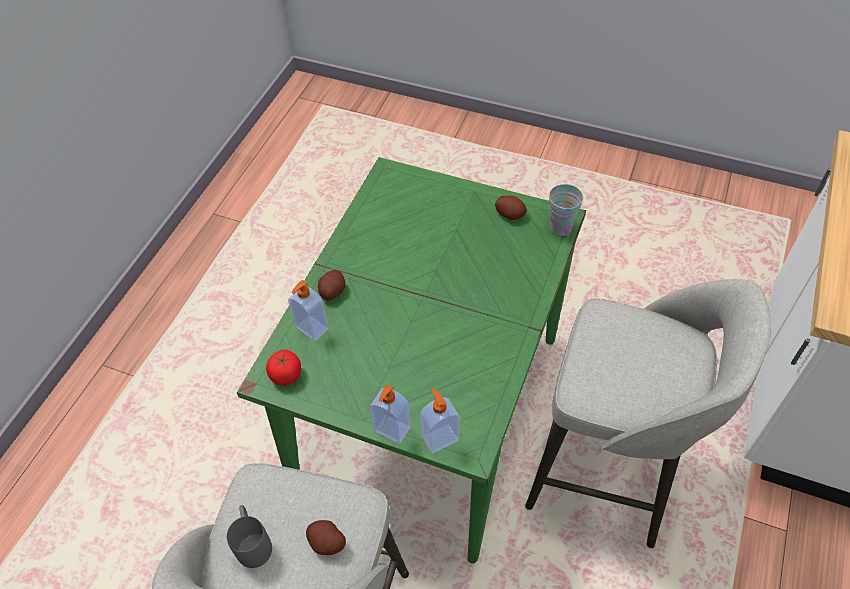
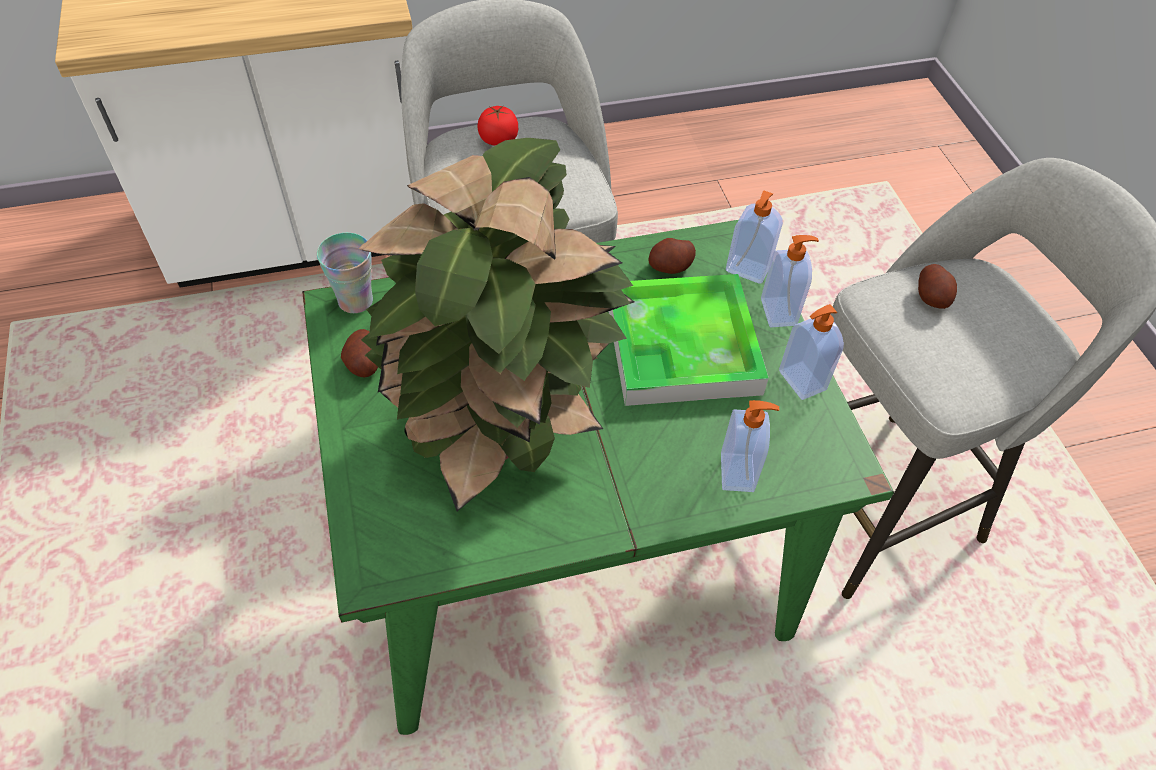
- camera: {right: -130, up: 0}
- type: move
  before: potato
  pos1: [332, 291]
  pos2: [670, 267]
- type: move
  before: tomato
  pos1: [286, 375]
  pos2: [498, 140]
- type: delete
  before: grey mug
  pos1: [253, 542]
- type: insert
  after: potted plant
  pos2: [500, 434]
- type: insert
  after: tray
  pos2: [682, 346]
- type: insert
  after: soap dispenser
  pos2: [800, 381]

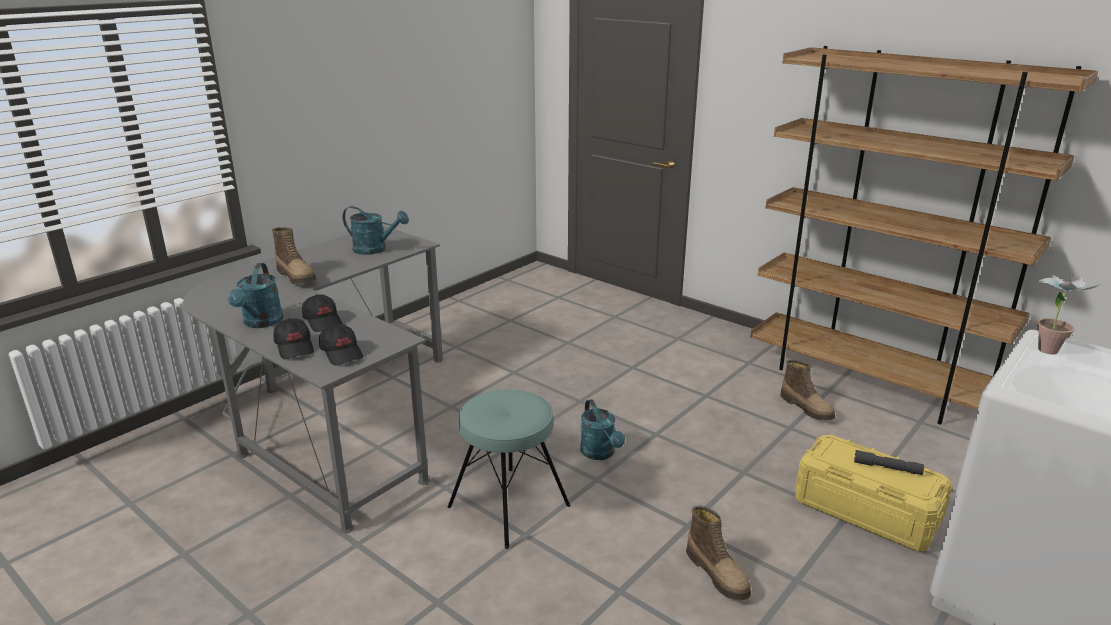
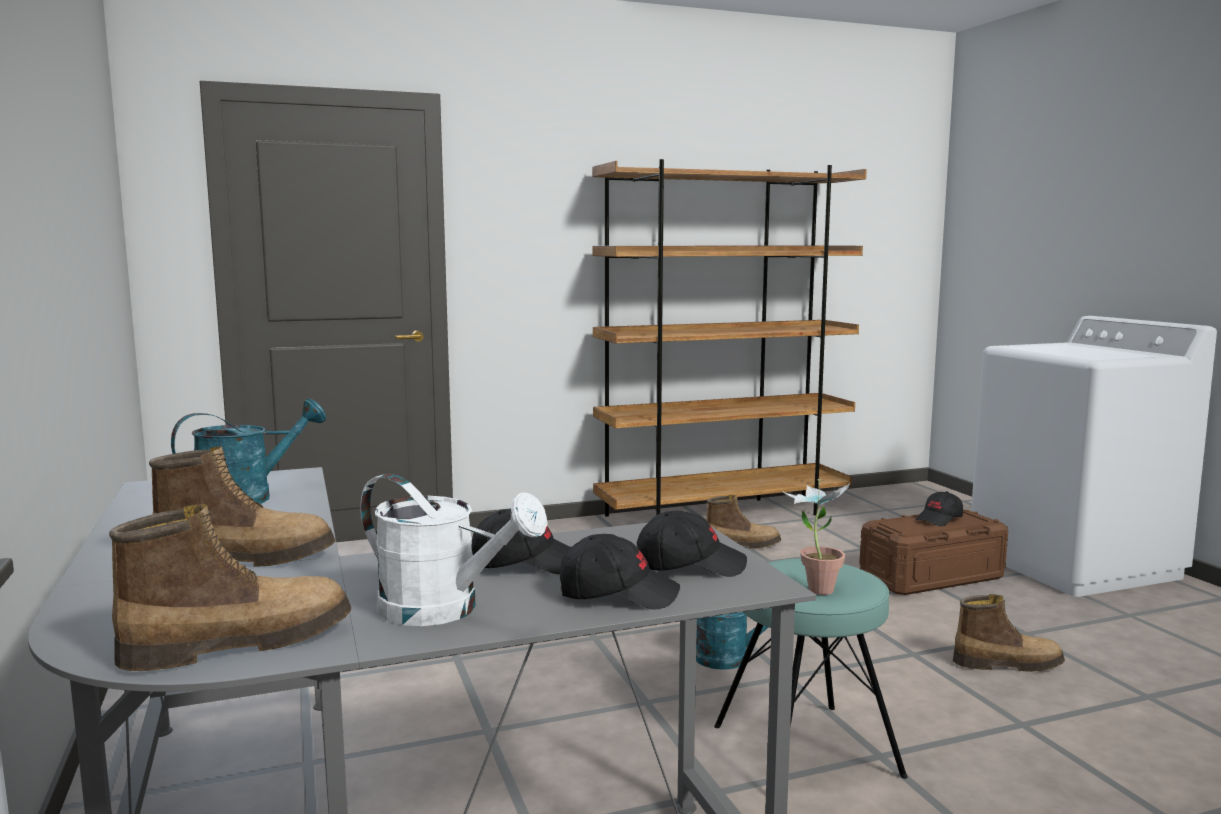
- camera: {right: -60, up: -15}
- type: recolor
  before: turquoise watering can
  after: white watering can
  pos1: [261, 323]
  pos2: [444, 610]
- type: move
  before: potted plant
  pos1: [1049, 347]
  pos2: [815, 587]
- type: recolor
  before: yellow storage box
  after: brown storage box
  pos1: [866, 512]
  pos2: [932, 576]
- type: replace
  before: grey flashlight
  after: black cap
  pos1: [887, 468]
  pos2: [939, 519]
- type: insert
  after: boot
  pos2: [239, 643]

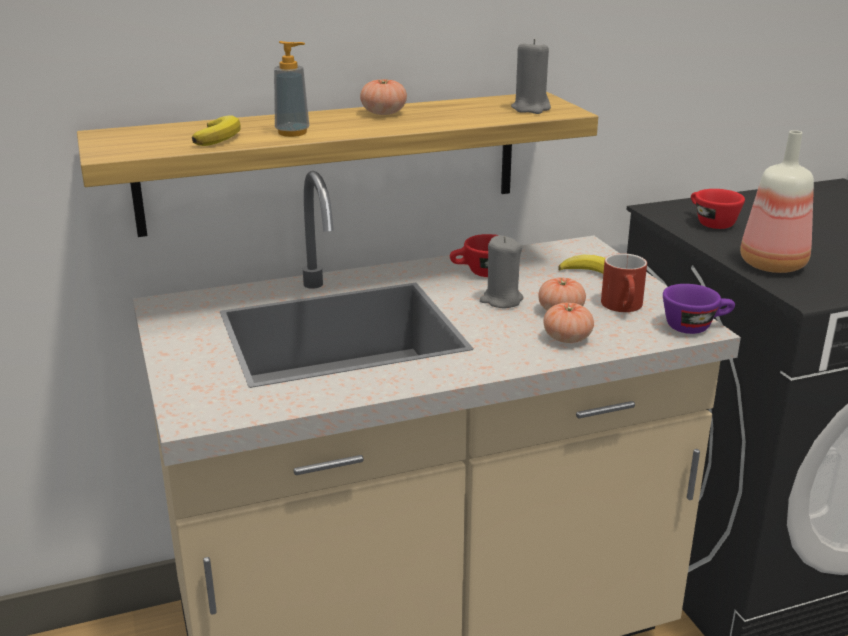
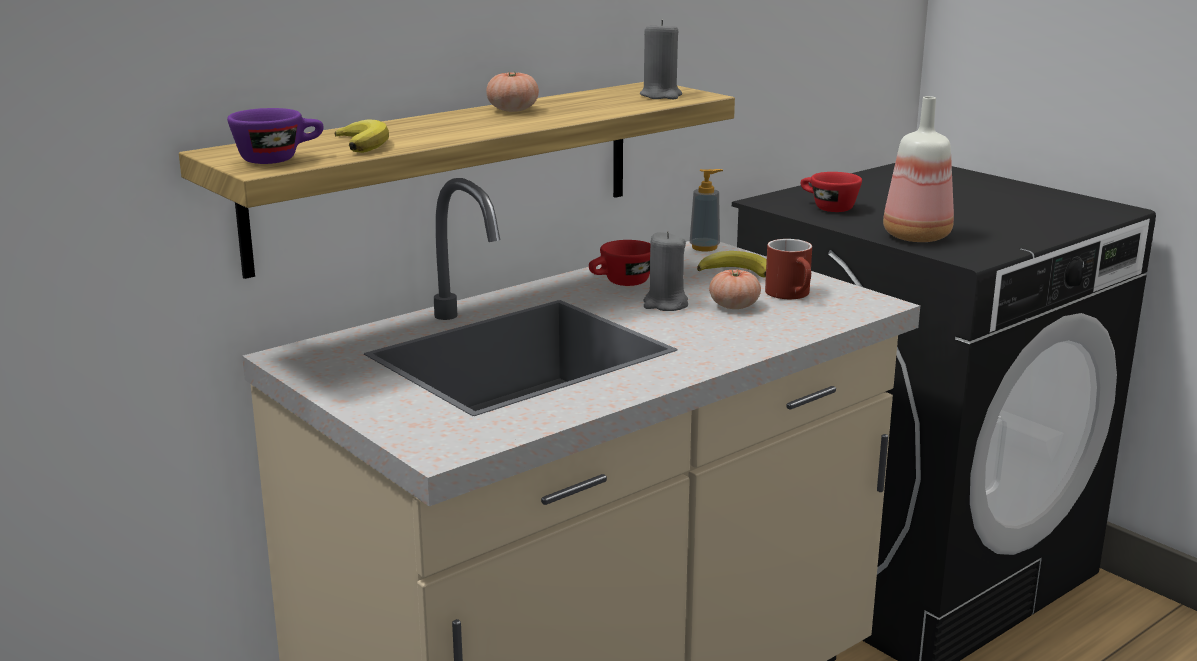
- camera: {right: -20, up: -5}
- type: move
  before: soap dispenser
  pos1: [292, 133]
  pos2: [704, 247]
- type: move
  before: purple cup
  pos1: [695, 326]
  pos2: [279, 159]
- type: delete
  before: tomato
  pos1: [567, 338]

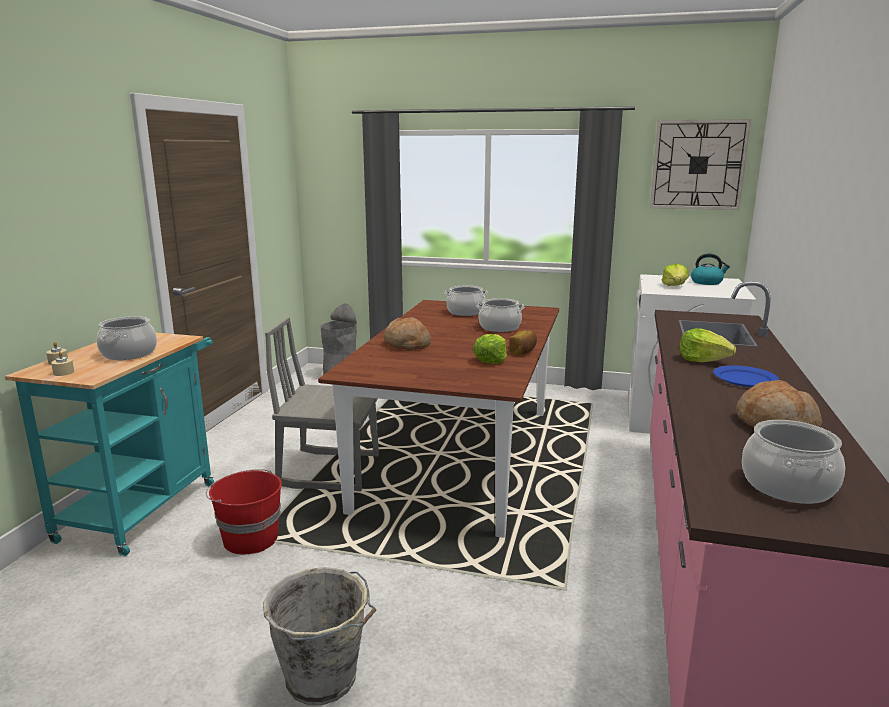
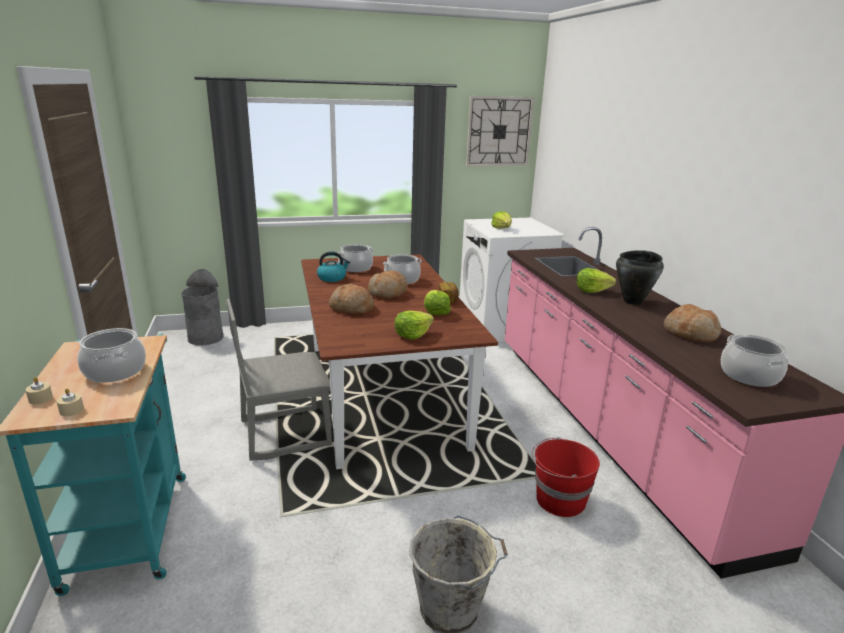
- camera: {right: -30, up: 5}
- type: move
  before: kettle
  pos1: [707, 282]
  pos2: [332, 278]
- type: replace
  before: blue plate
  after: black cooking pot
  pos1: [745, 379]
  pos2: [633, 301]
- type: move
  before: red bucket
  pos1: [249, 538]
  pos2: [559, 500]
- type: insert
  after: bread
  pos2: [388, 293]
- type: insert
  after: lettuce
  pos2: [412, 334]

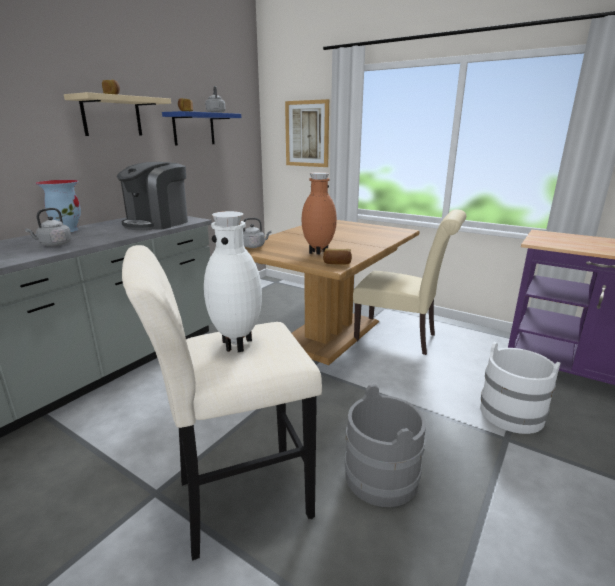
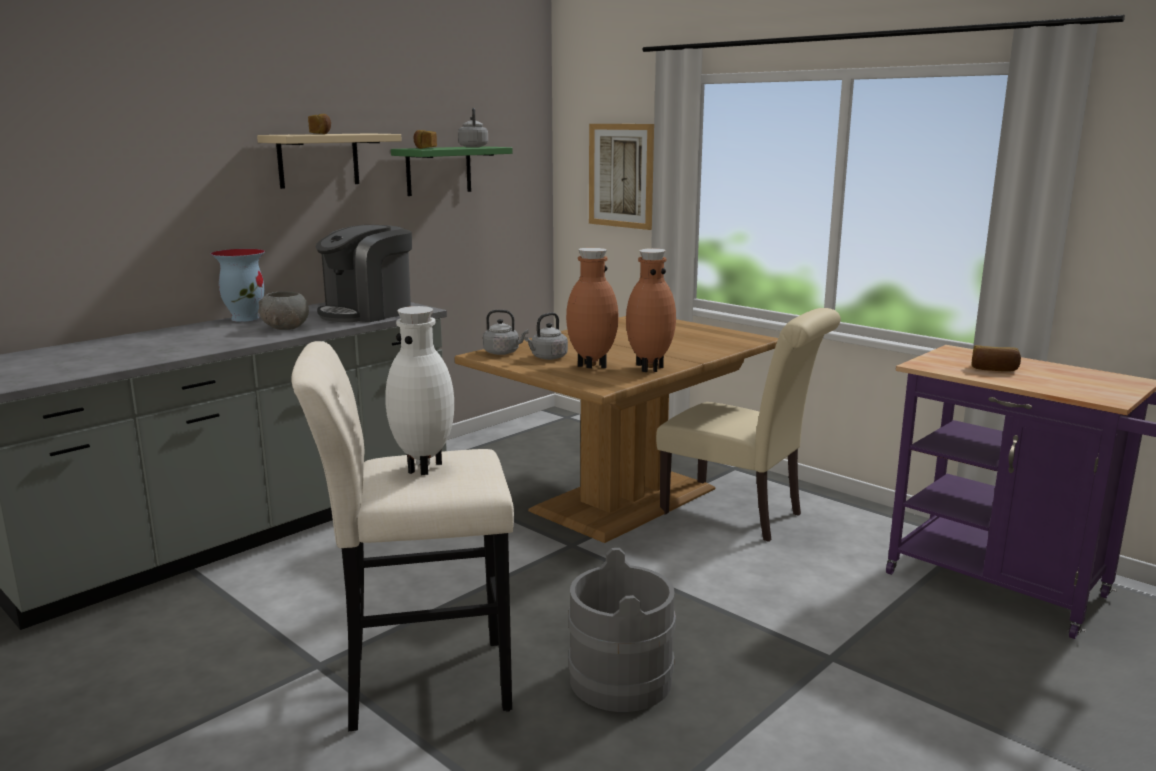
- camera: {right: 10, up: -5}
- type: recolor
  before: blue shelf
  after: green shelf
  pos1: [193, 129]
  pos2: [438, 170]
- type: move
  before: grey kettle
  pos1: [54, 244]
  pos2: [547, 358]
- type: move
  before: bread
  pos1: [337, 263]
  pos2: [993, 369]
- type: delete
  before: white bucket
  pos1: [512, 413]
- type: insert
  after: brown vase
  pos2: [648, 368]
- type: insert
  after: grey bowl
  pos2: [286, 328]

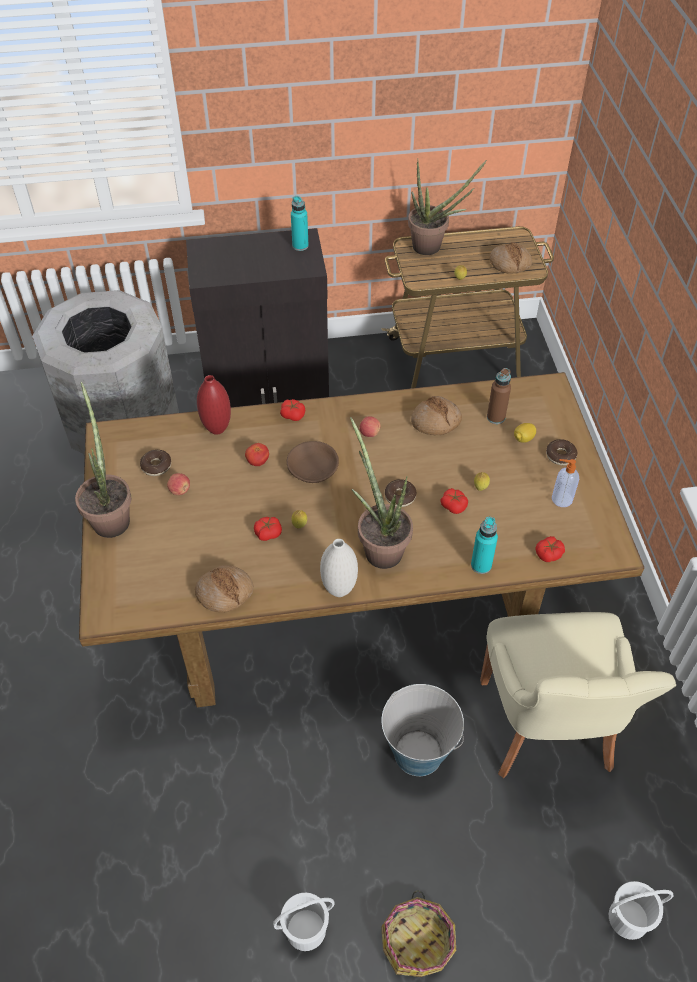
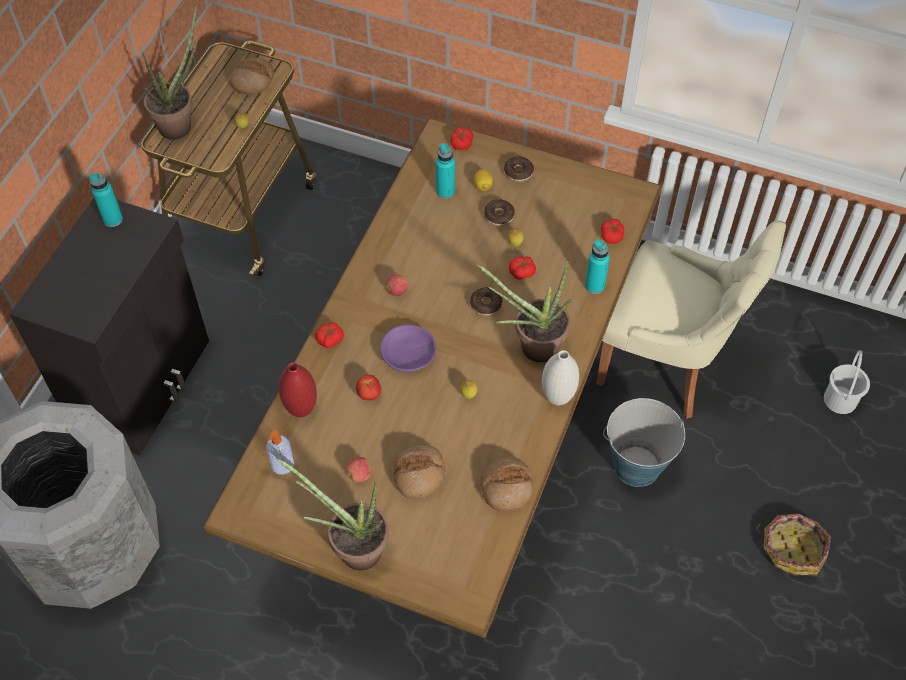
- camera: {right: -60, up: 5}
- type: recolor
  before: brown bottle
  after: turquoise bottle
  pos1: [496, 417]
  pos2: [445, 191]
- type: move
  before: bread
  pos1: [436, 422]
  pos2: [419, 475]
- type: recolor
  before: brown bowl
  after: purple bowl
  pos1: [312, 469]
  pos2: [409, 354]
- type: move
  before: donut
  pos1: [156, 466]
  pos2: [499, 216]
- type: move
  before: soap dispenser
  pos1: [561, 499]
  pos2: [282, 465]
- type: move
  before: tomato
  pos1: [268, 533]
  pos2: [461, 143]
- type: delete
  before: white bucket
  pos1: [306, 930]

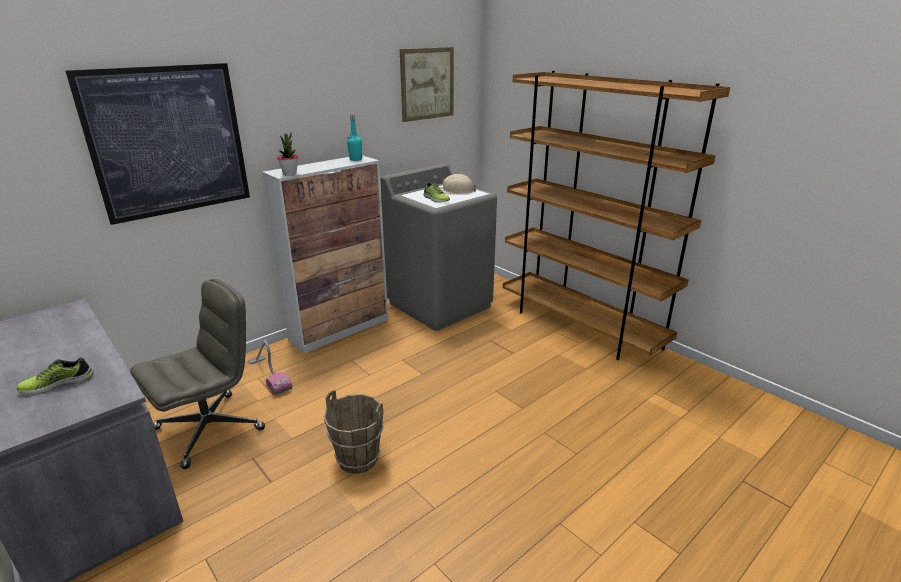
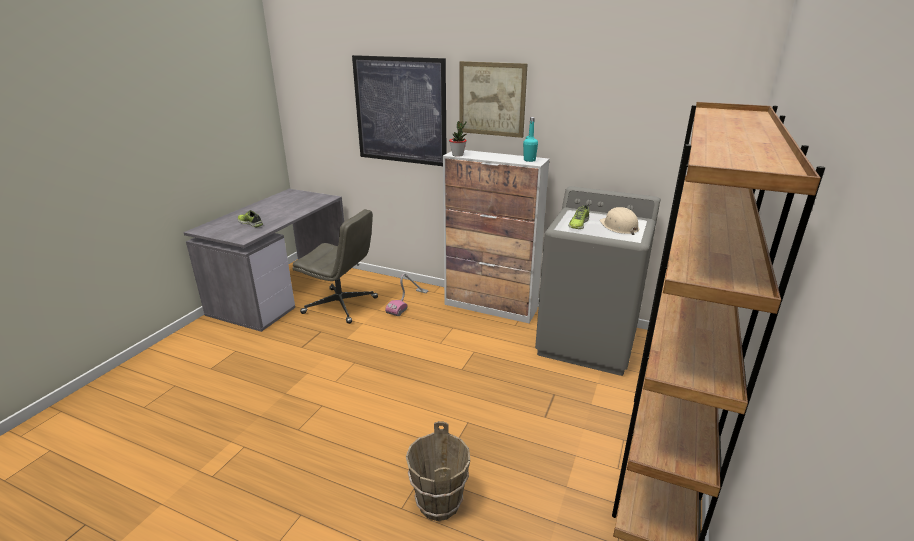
- camera: {right: 65, up: 0}
- type: move
  before: picture
  pos1: [427, 84]
  pos2: [492, 99]
- type: move
  before: brown bucket
  pos1: [358, 459]
  pos2: [438, 502]

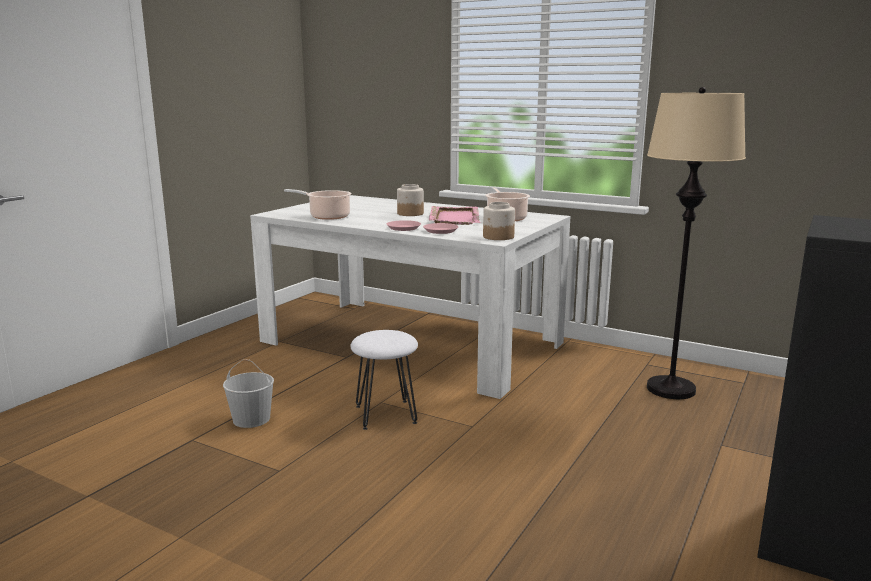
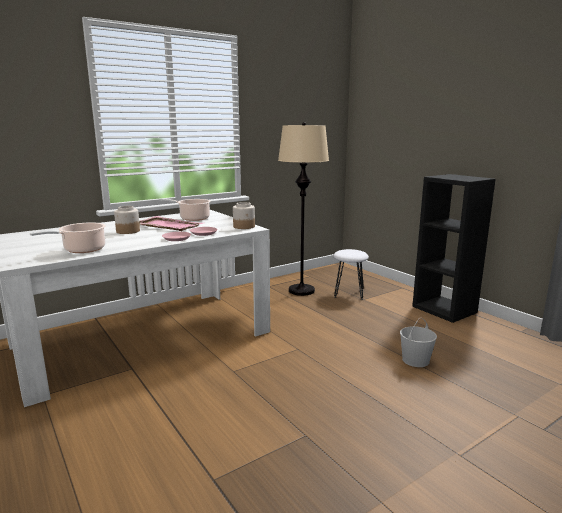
- camera: {right: -65, up: 0}
- type: move
  before: white stool
  pos1: [385, 414]
  pos2: [349, 293]
- type: move
  before: white bucket
  pos1: [252, 419]
  pos2: [415, 360]

